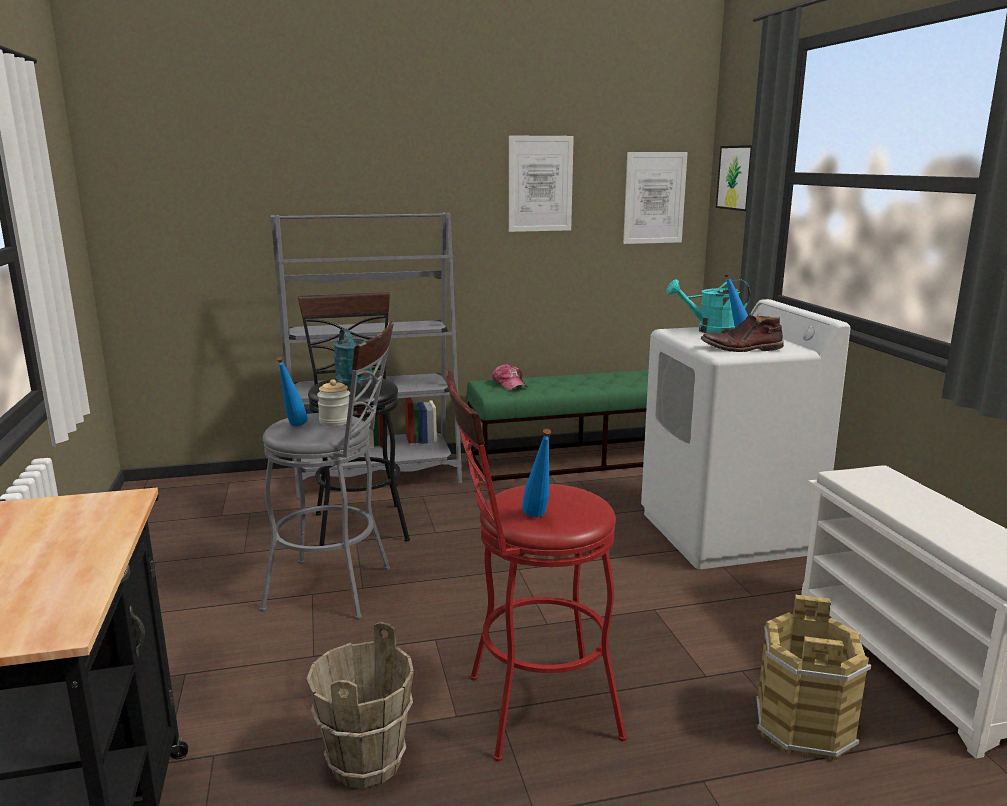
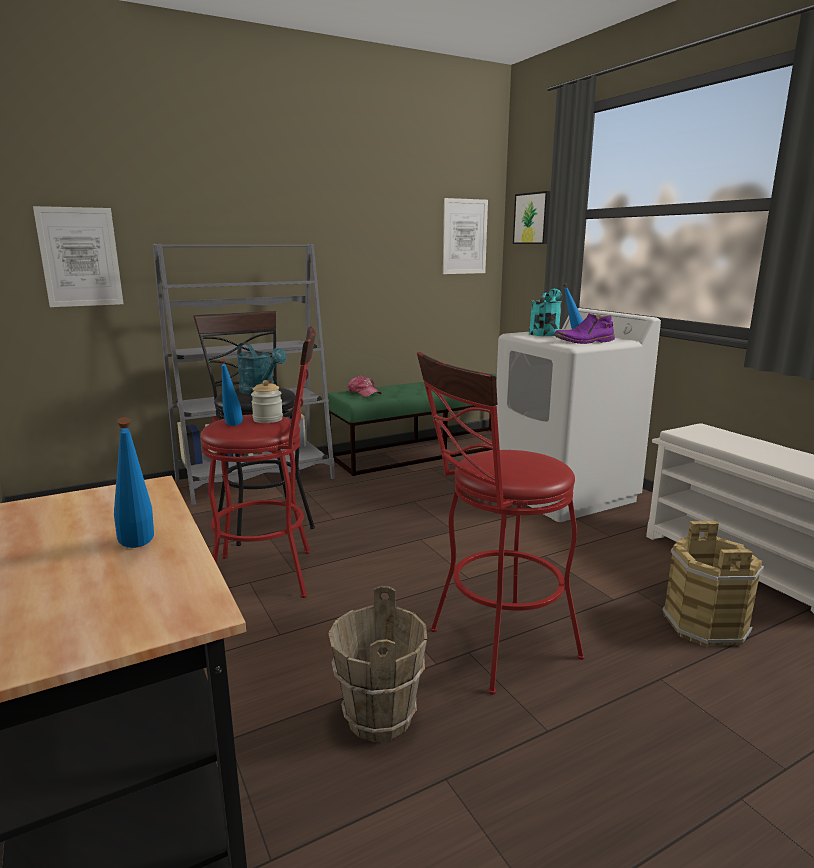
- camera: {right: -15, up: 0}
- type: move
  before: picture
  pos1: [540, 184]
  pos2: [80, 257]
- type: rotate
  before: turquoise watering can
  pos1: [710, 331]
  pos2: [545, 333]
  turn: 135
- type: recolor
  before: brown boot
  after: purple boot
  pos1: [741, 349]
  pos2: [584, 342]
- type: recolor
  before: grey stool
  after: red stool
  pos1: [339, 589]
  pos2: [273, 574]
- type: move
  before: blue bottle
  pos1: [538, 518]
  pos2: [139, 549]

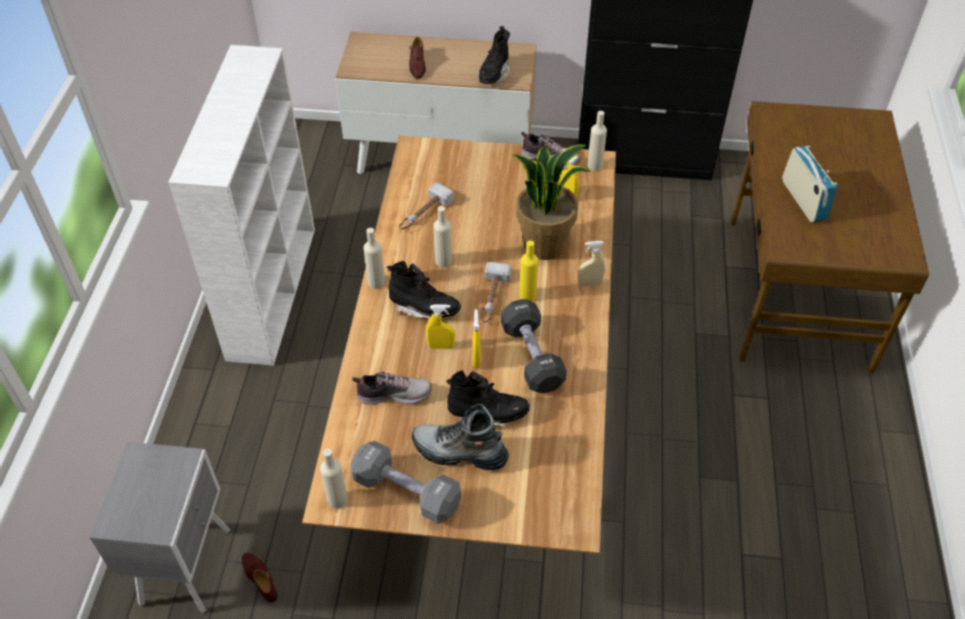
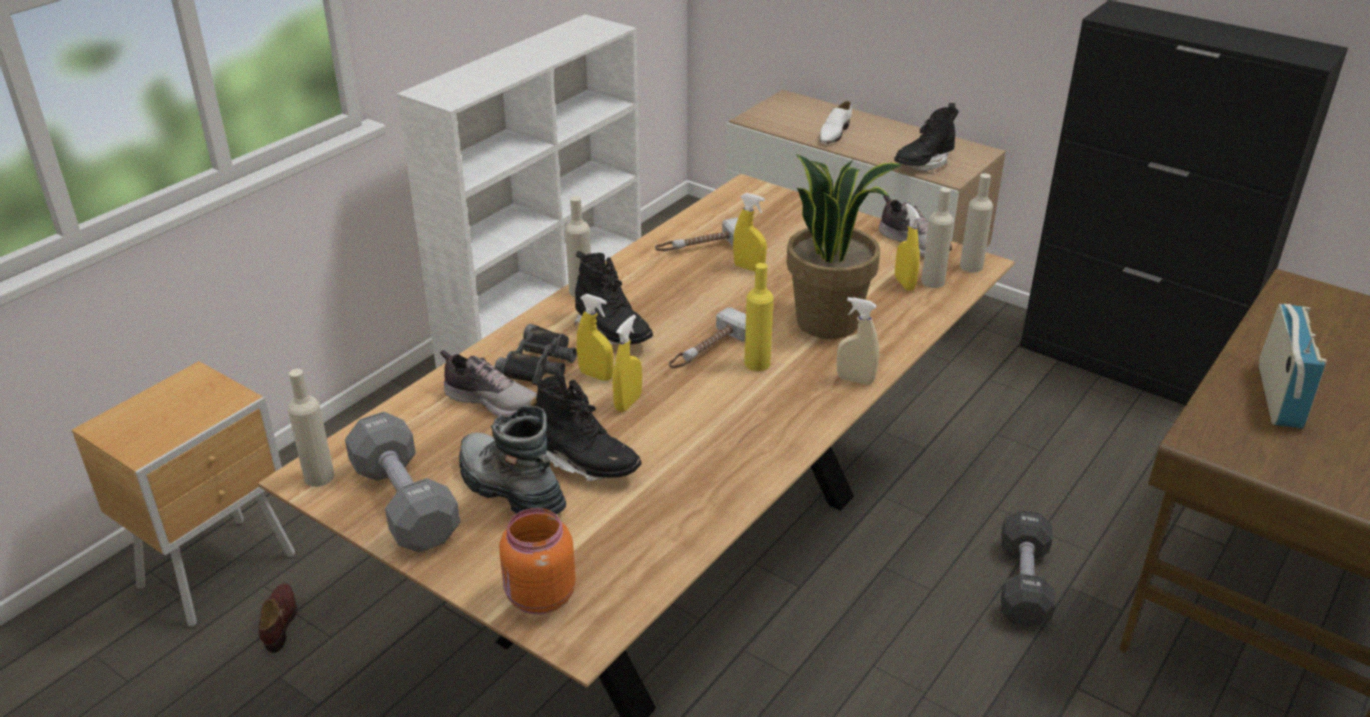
- camera: {right: 30, up: -15}
- type: recolor
  before: brown shoe
  after: white shoe
  pos1: [417, 65]
  pos2: [834, 134]
- type: move
  before: beige bottle
  pos1: [443, 261]
  pos2: [932, 281]
- type: move
  before: black dumbbell
  pos1: [532, 356]
  pos2: [1023, 584]
- type: recolor
  before: grey nightstand
  after: brown nightstand
  pos1: [188, 564]
  pos2: [222, 570]
- type: insert
  after: yellow spray bottle
  pos2: [749, 268]
- type: insert
  after: black binoculars
  pos2: [539, 363]
- type: insert
  after: orange jar
  pos2: [539, 597]

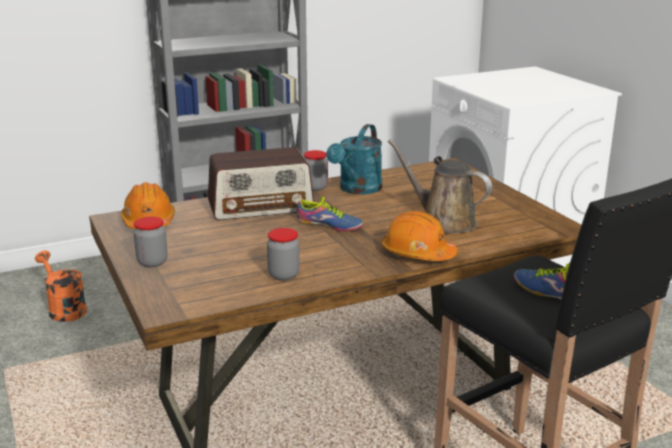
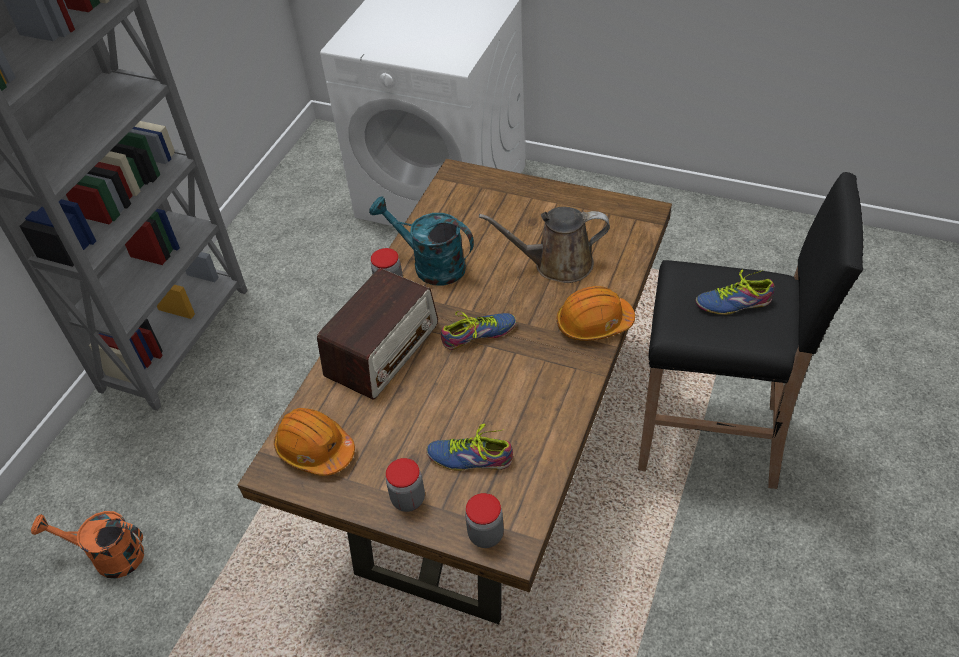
- camera: {right: -40, up: 25}
- type: rotate
  before: turquoise watering can
  pos1: [357, 189]
  pos2: [430, 265]
  turn: 135
- type: move
  before: jar
  pos1: [284, 275]
  pos2: [486, 535]
- type: insert
  after: shoe
  pos2: [470, 455]

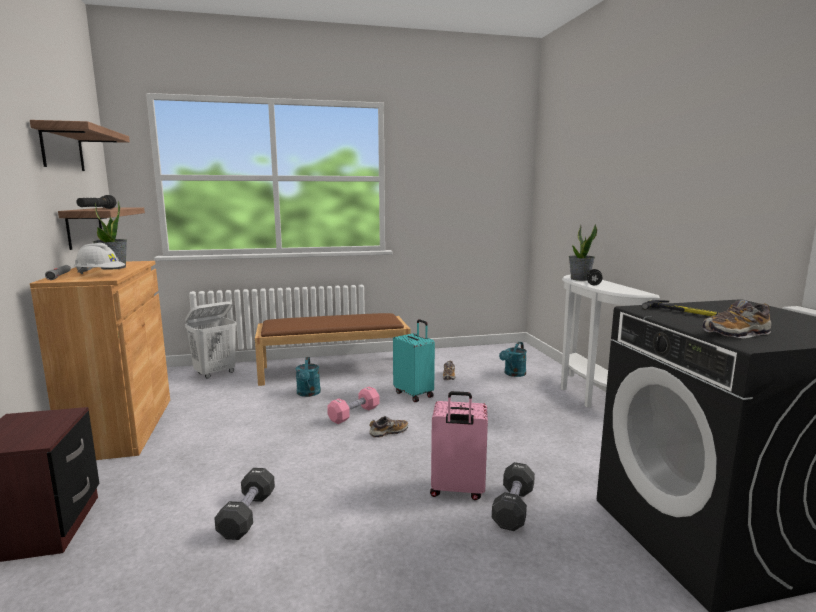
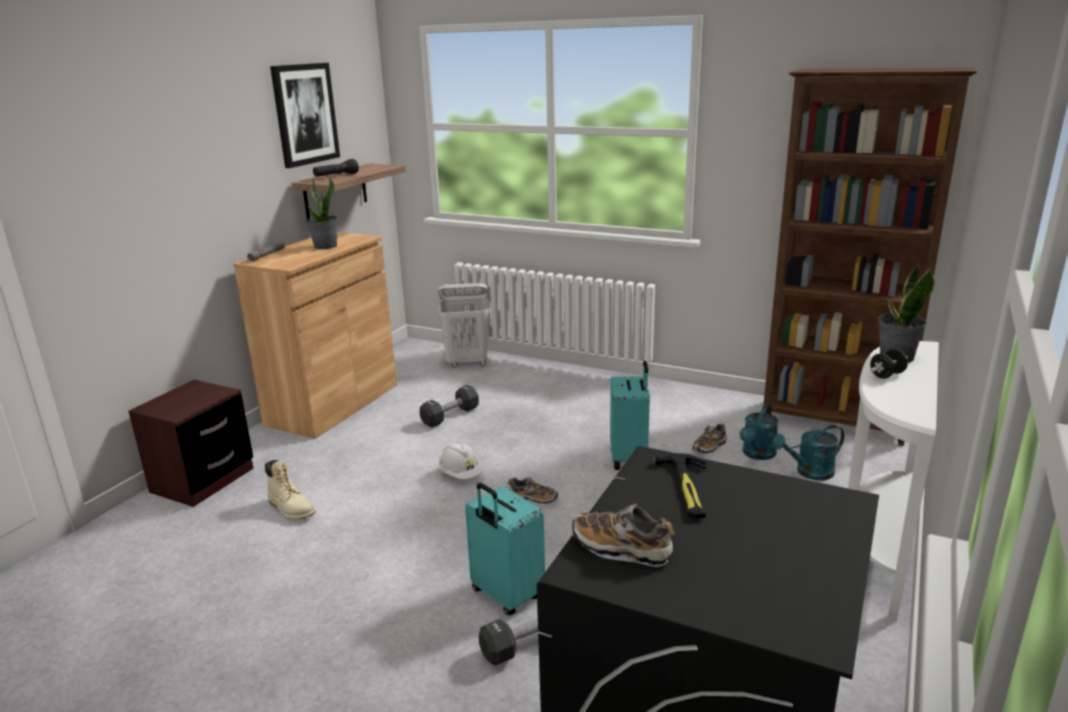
- camera: {right: 40, up: 10}
- type: replace
  before: shelf
  after: picture
  pos1: [62, 148]
  pos2: [305, 114]
- type: move
  before: white hard hat
  pos1: [100, 274]
  pos2: [461, 474]
- type: delete
  before: brown bench
  pos1: [335, 369]
- type: move
  before: turquoise watering can
  pos1: [308, 394]
  pos2: [757, 454]
- type: delete
  before: pink dumbbell
  pos1: [354, 414]
- type: recolor
  before: pink suitcase
  after: turquoise suitcase
  pos1: [457, 490]
  pos2: [505, 595]
- type: move
  before: black dumbbell
  pos1: [247, 515]
  pos2: [450, 416]
- type: insert
  after: brown bookcase
  pos2: [834, 422]
- type: insert
  after: beige boot
  pos2: [291, 509]

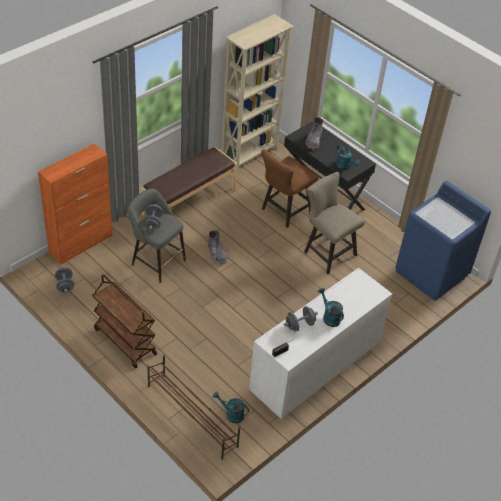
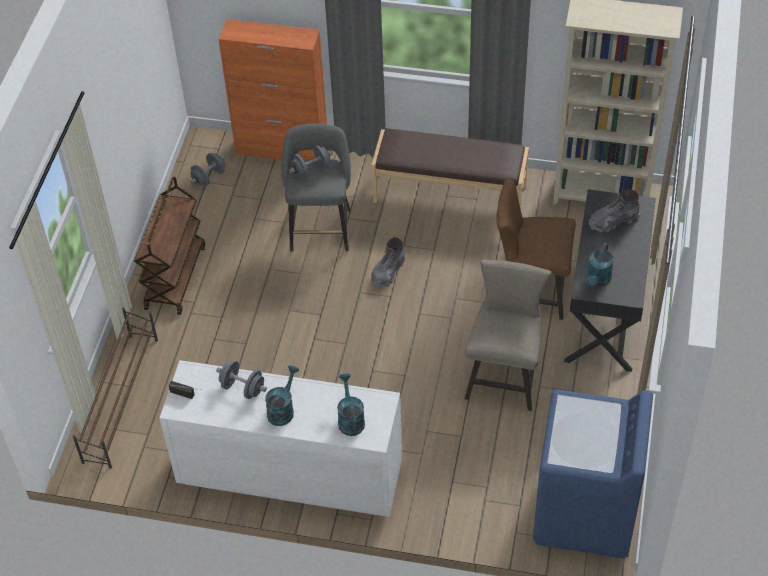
- camera: {right: 60, up: 5}
- type: move
  before: turquoise watering can
  pos1: [231, 414]
  pos2: [350, 419]

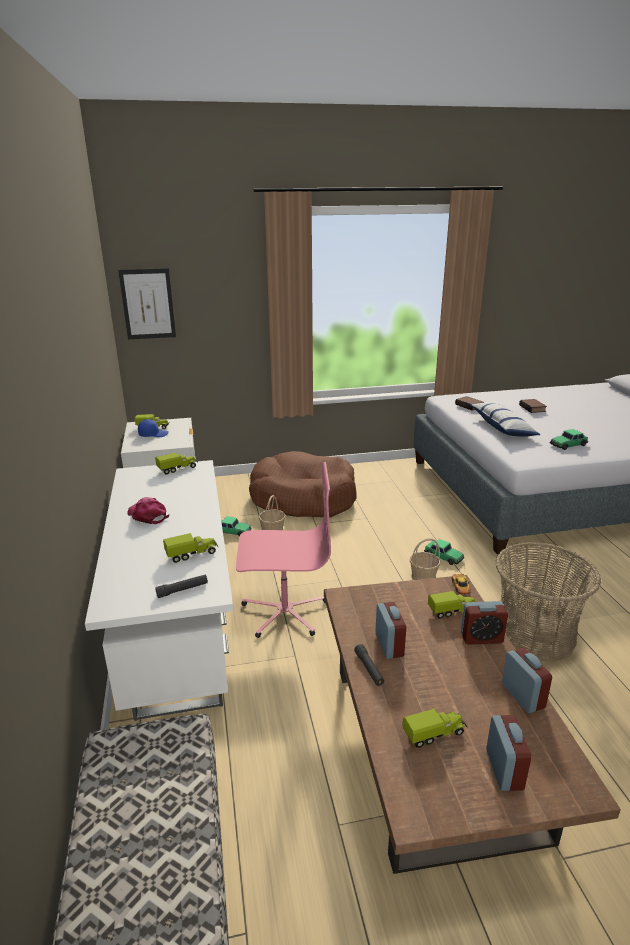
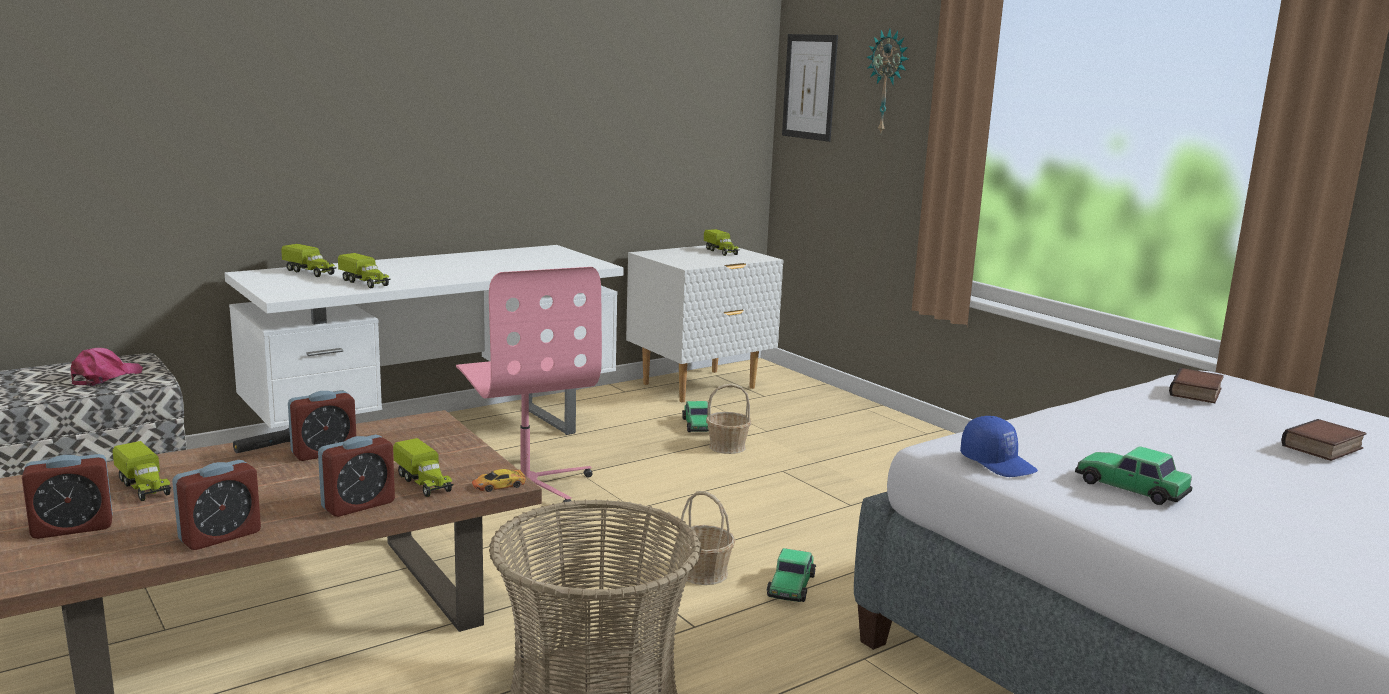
- camera: {right: 65, up: -10}
- type: delete
  before: pillow
  pos1: [502, 427]
- type: move
  before: blue cap
  pos1: [153, 434]
  pos2: [998, 463]
- type: delete
  before: brown dog bed
  pos1: [303, 498]
- type: move
  before: toy truck
  pos1: [178, 469]
  pos2: [310, 272]
- type: move
  before: pink cap
  pos1: [147, 515]
  pos2: [105, 377]
- type: delete
  before: black flashlight
  pos1: [182, 590]
- type: rotate
  before: alarm clock
  pos1: [481, 638]
  pos2: [358, 505]
  turn: -105
- type: insert
  after: wall clock
  pos2: [888, 81]

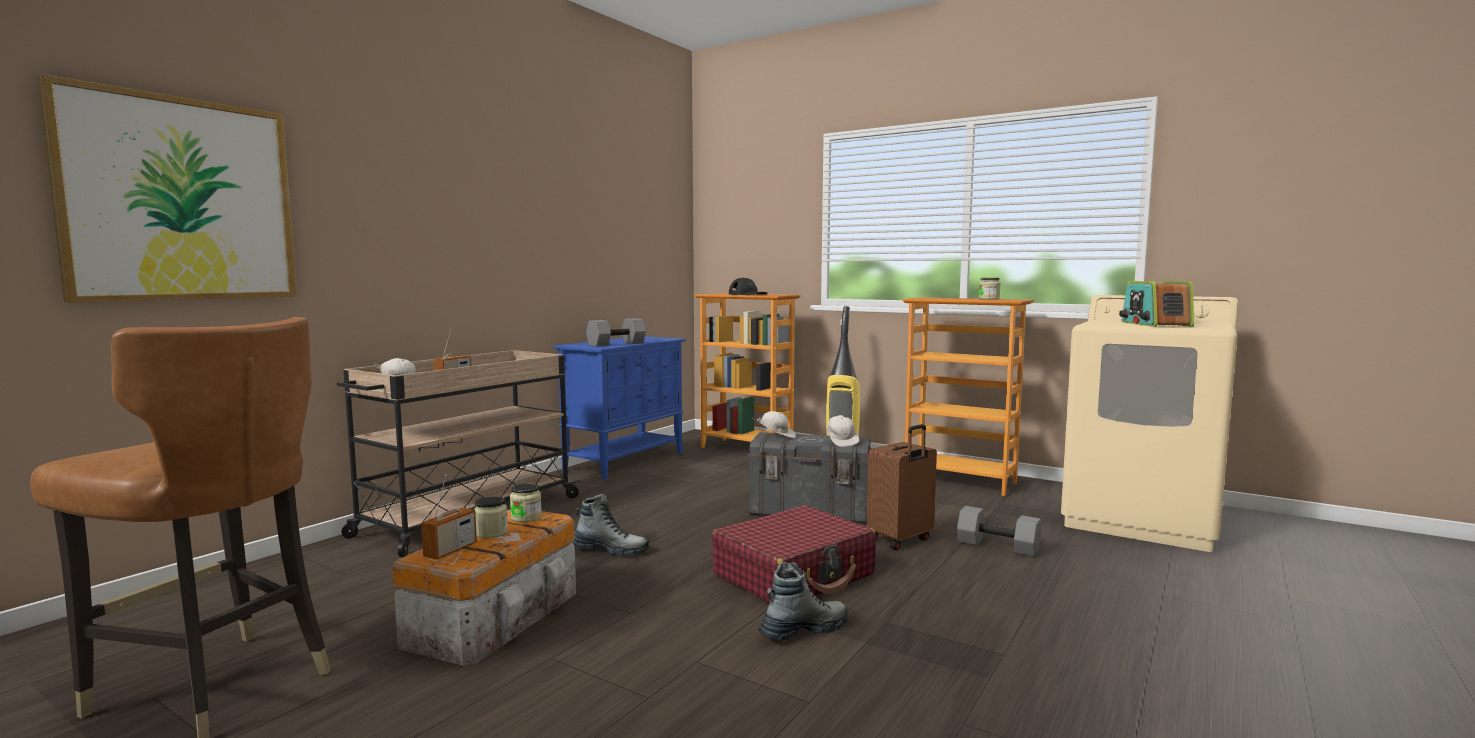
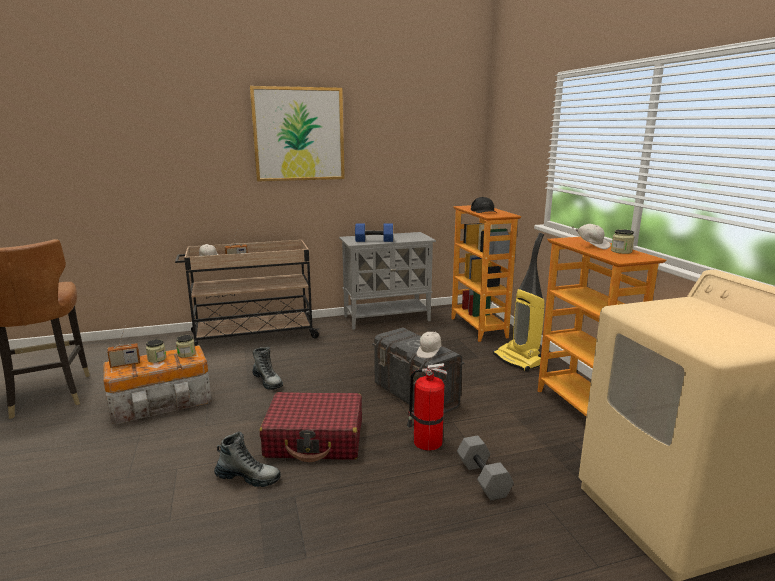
- camera: {right: 40, up: 10}
- type: move
  before: picture
  pos1: [181, 199]
  pos2: [299, 134]
- type: delete
  before: radio
  pos1: [1155, 324]
- type: recolor
  before: grey dumbbell
  after: blue dumbbell
  pos1: [616, 344]
  pos2: [374, 240]
- type: recolor
  before: blue cabinet
  after: grey cabinet
  pos1: [625, 461]
  pos2: [387, 318]
- type: move
  before: white cap
  pos1: [776, 436]
  pos2: [592, 246]
- type: replace
  before: brown suitcase
  after: fire extinguisher
  pos1: [900, 540]
  pos2: [426, 442]

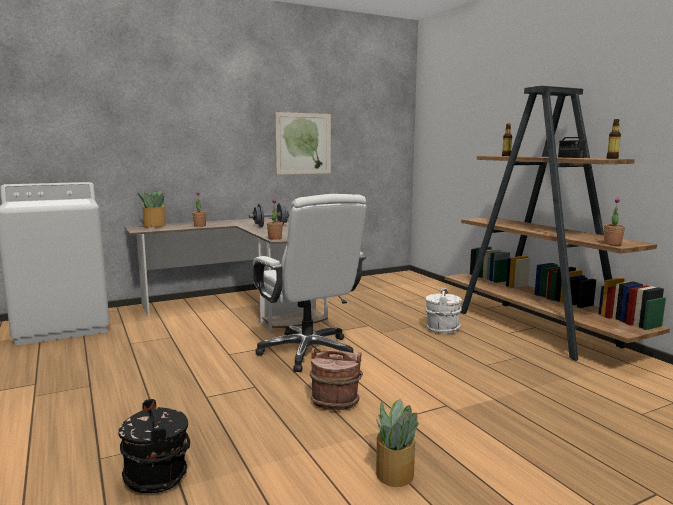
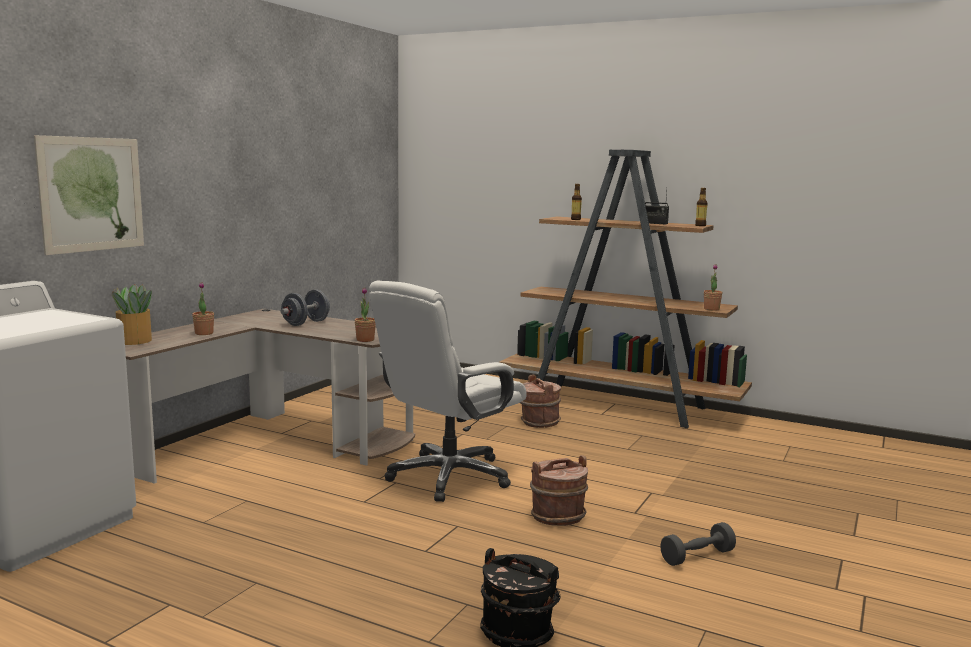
- camera: {right: -35, up: 0}
- type: move
  before: picture
  pos1: [303, 143]
  pos2: [92, 194]
- type: rotate
  before: white office chair
  pos1: [308, 352]
  pos2: [448, 477]
  turn: 105
- type: recolor
  before: white bucket
  after: brown bucket
  pos1: [442, 329]
  pos2: [539, 422]
- type: replace
  before: potted plant
  after: grey dumbbell
  pos1: [395, 473]
  pos2: [697, 556]

